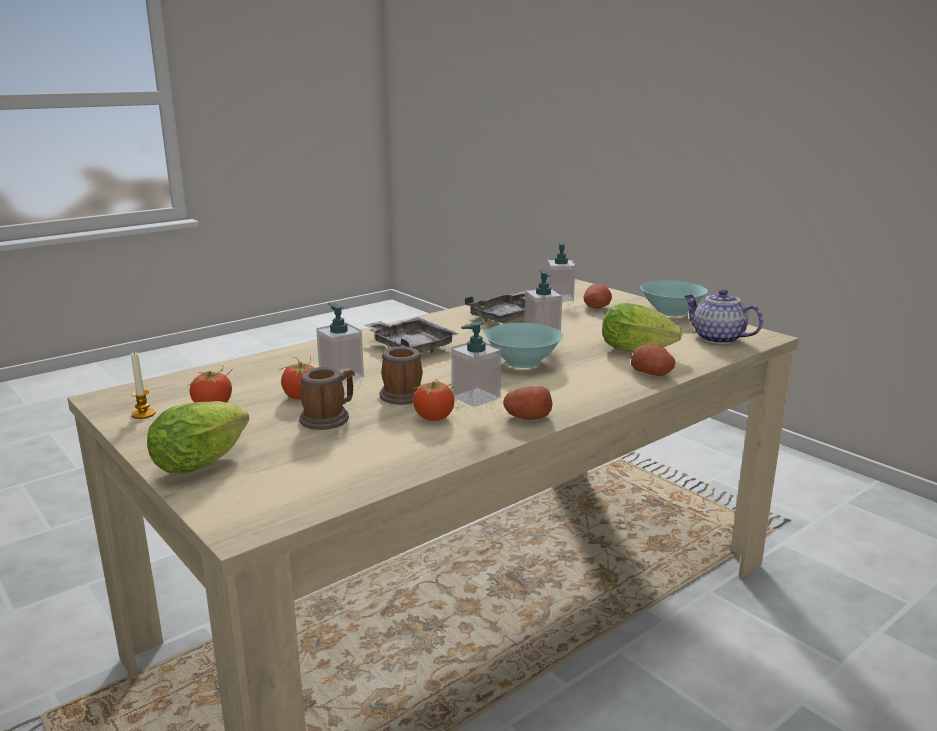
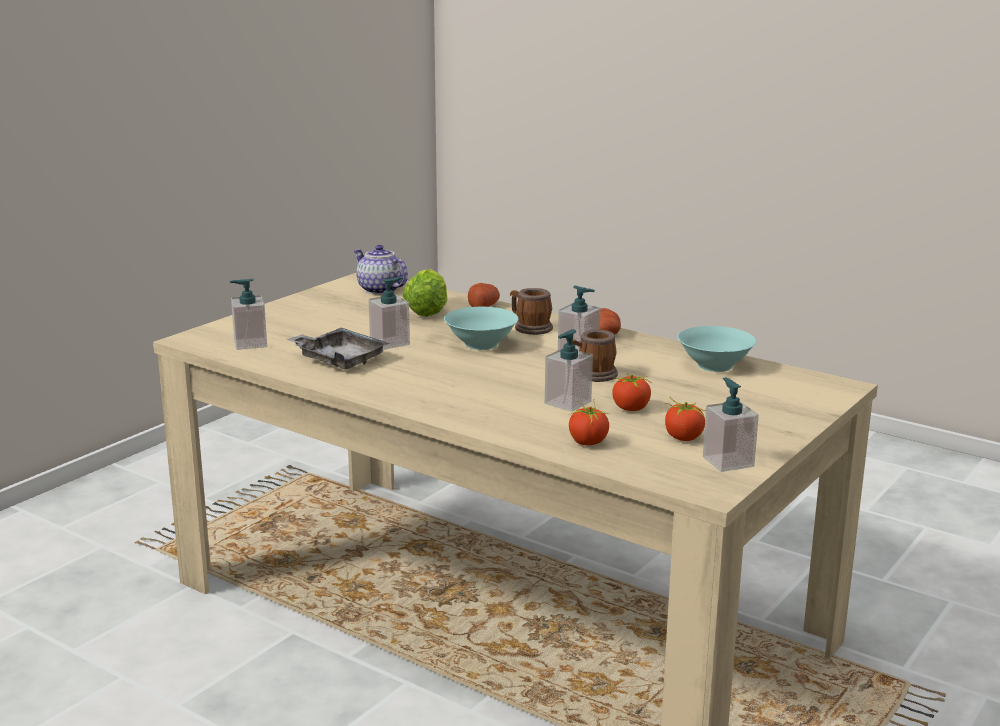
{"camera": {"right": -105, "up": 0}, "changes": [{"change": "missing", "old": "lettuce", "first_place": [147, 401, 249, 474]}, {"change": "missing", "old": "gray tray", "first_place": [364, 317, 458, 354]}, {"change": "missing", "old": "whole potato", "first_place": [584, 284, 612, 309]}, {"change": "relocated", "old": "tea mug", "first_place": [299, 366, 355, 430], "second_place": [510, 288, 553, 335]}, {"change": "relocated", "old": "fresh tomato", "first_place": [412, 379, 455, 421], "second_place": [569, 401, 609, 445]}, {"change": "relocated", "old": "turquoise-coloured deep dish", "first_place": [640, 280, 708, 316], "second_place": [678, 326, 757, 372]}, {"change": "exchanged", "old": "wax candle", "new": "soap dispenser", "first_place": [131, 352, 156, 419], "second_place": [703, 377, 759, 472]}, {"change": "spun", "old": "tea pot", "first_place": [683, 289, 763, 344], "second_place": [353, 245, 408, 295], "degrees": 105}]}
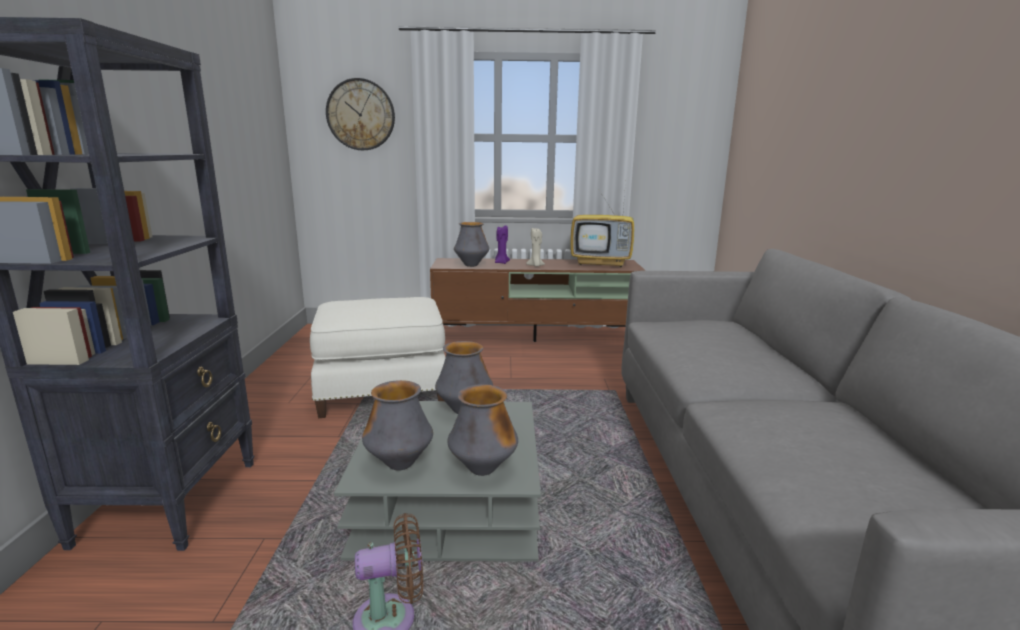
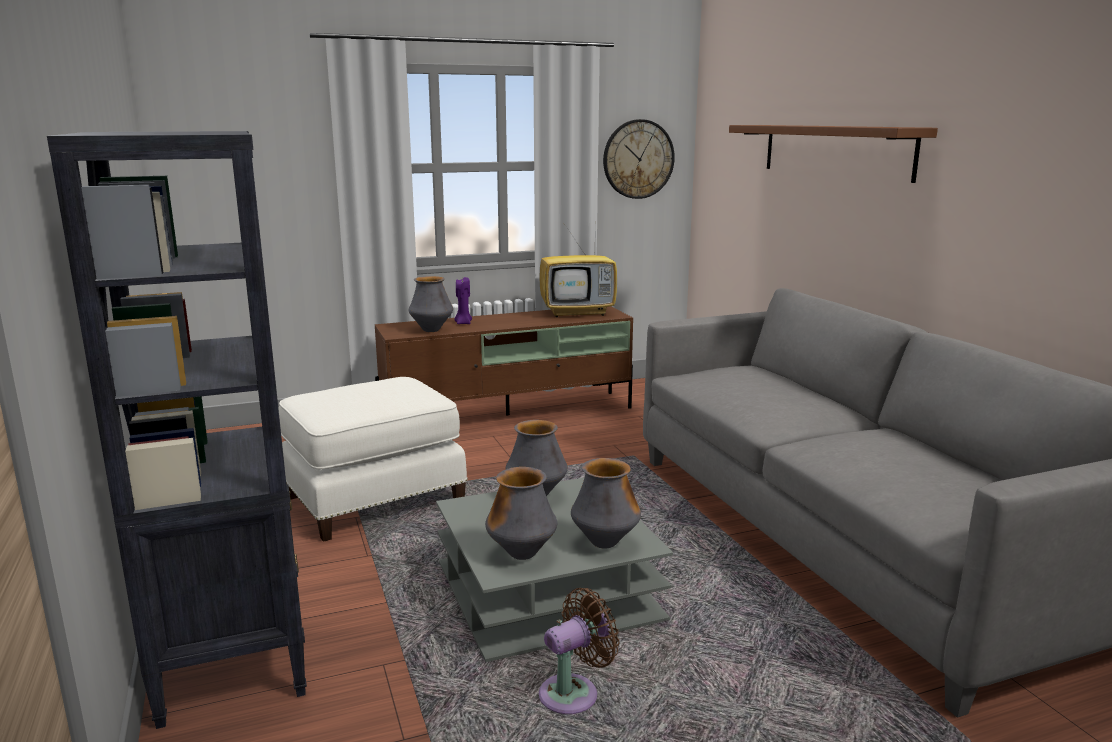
{"camera": {"right": -20, "up": 0}, "changes": [{"change": "missing", "old": "beige wax candle", "first_place": [526, 228, 545, 267]}, {"change": "appeared", "new": "brown wall shelf", "second_place": [729, 125, 938, 183]}, {"change": "relocated", "old": "wall clock", "first_place": [326, 78, 395, 150], "second_place": [603, 119, 675, 199]}]}
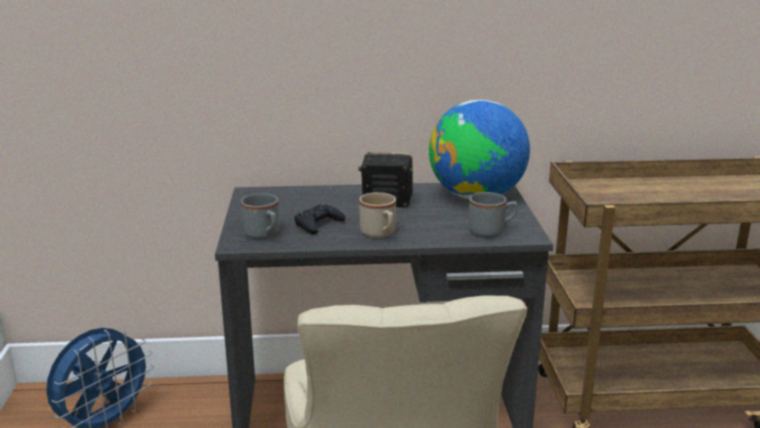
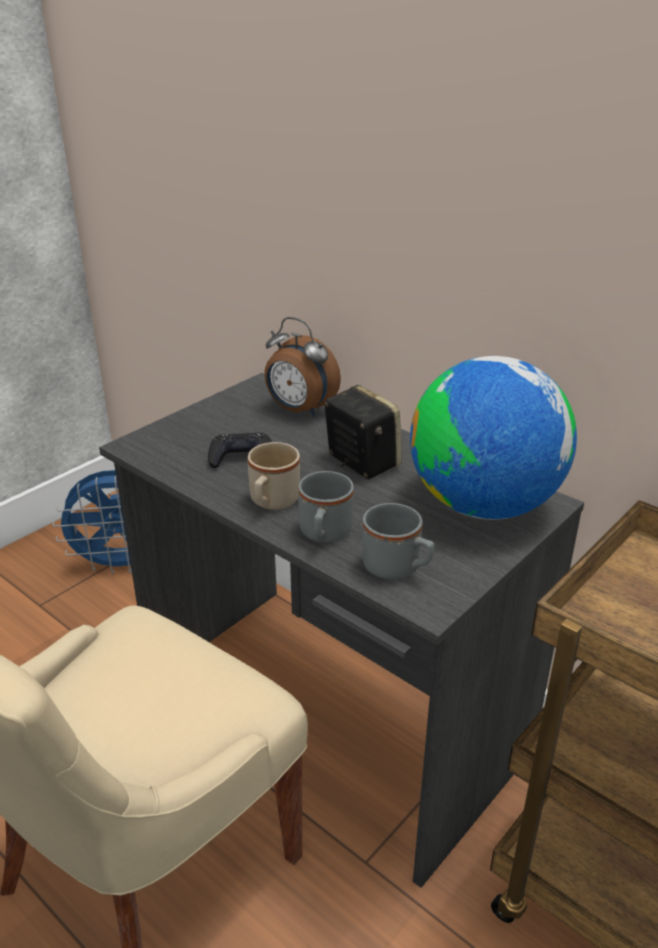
{"camera": {"right": 45, "up": 10}, "changes": [{"change": "appeared", "new": "table clock", "second_place": [264, 317, 341, 417]}, {"change": "relocated", "old": "gray tea mug", "first_place": [241, 193, 279, 239], "second_place": [298, 471, 354, 543]}]}
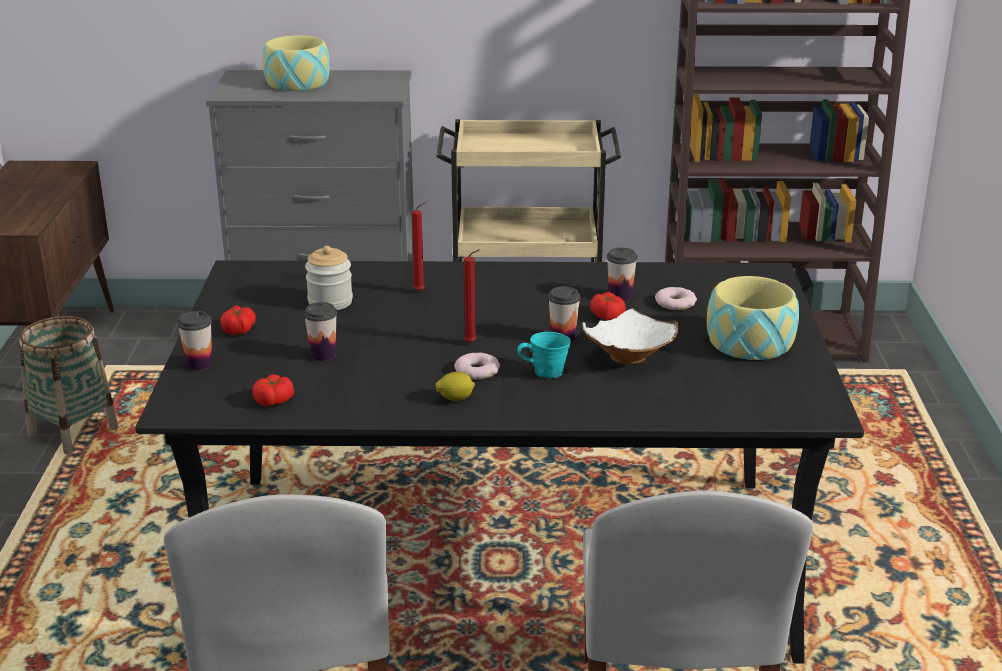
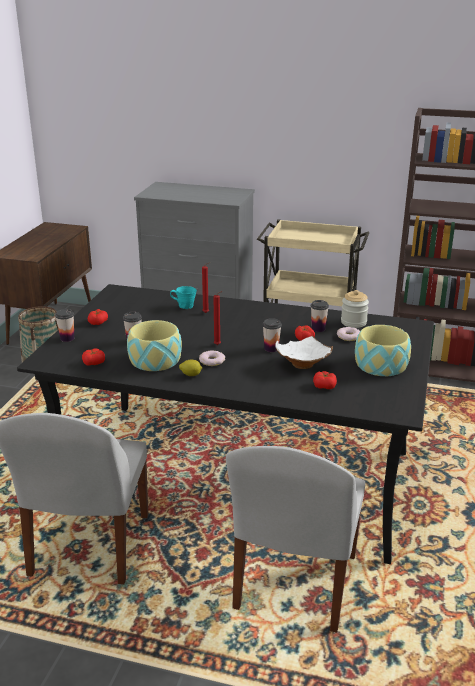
{"camera": {"right": 15, "up": 0}, "changes": [{"change": "appeared", "new": "fresh tomato", "second_place": [313, 371, 337, 389]}, {"change": "relocated", "old": "deep dish", "first_place": [262, 35, 330, 91], "second_place": [127, 320, 182, 371]}, {"change": "relocated", "old": "storage jar", "first_place": [305, 246, 353, 310], "second_place": [341, 290, 369, 328]}, {"change": "relocated", "old": "turquoise-coloured tea mug", "first_place": [517, 332, 571, 379], "second_place": [170, 286, 197, 309]}]}
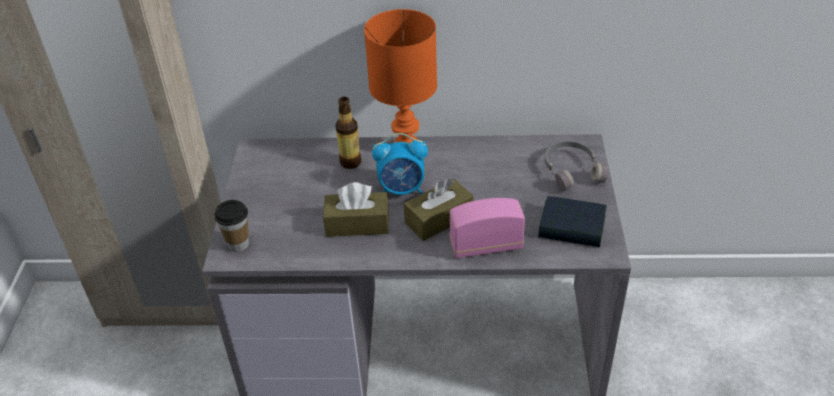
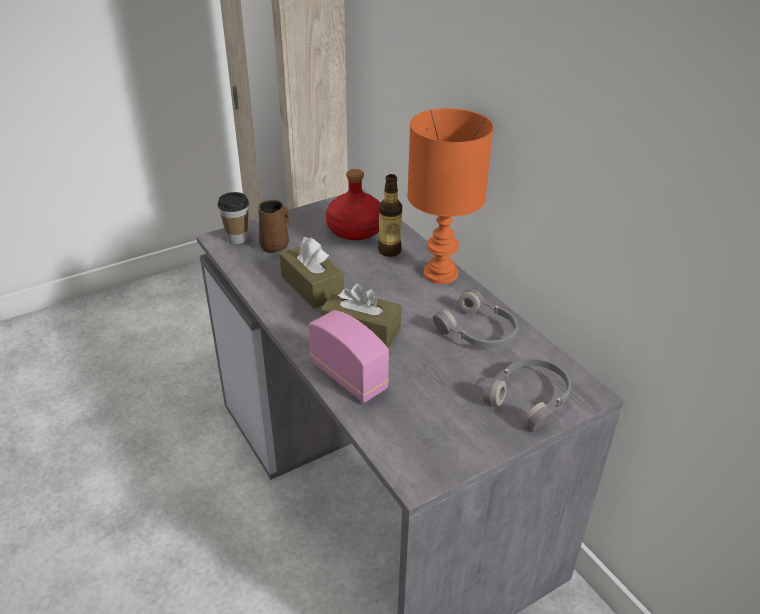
{"camera": {"right": 55, "up": -5}, "changes": [{"change": "missing", "old": "table clock", "first_place": [372, 133, 428, 195]}, {"change": "missing", "old": "book", "first_place": [538, 196, 607, 247]}, {"change": "appeared", "new": "brown tea mug", "second_place": [258, 200, 289, 253]}, {"change": "appeared", "new": "red bottle", "second_place": [326, 169, 381, 240]}, {"change": "appeared", "new": "gray headphones", "second_place": [433, 289, 518, 348]}]}
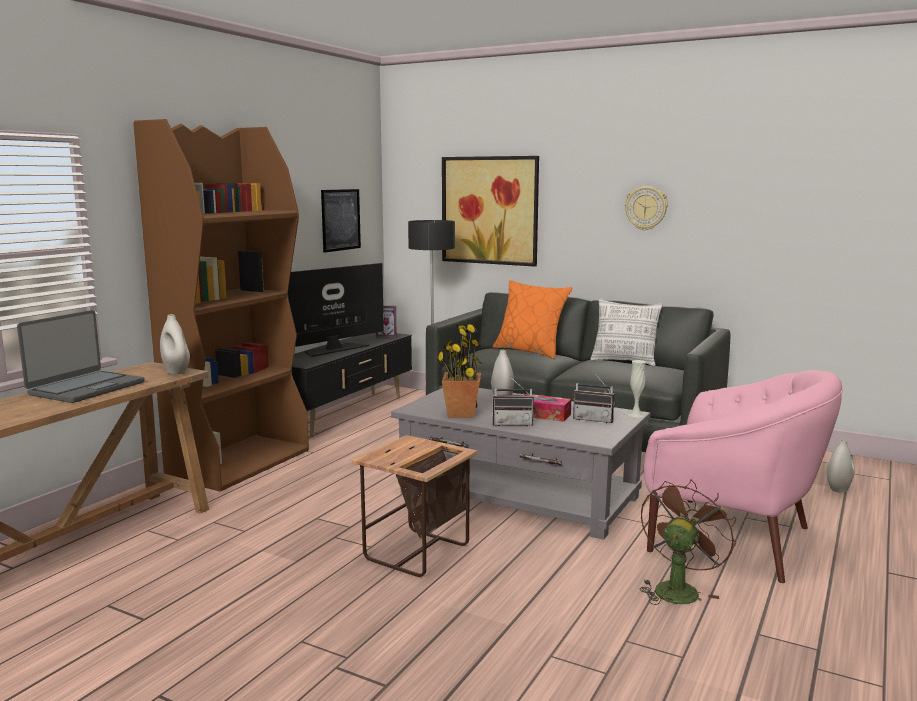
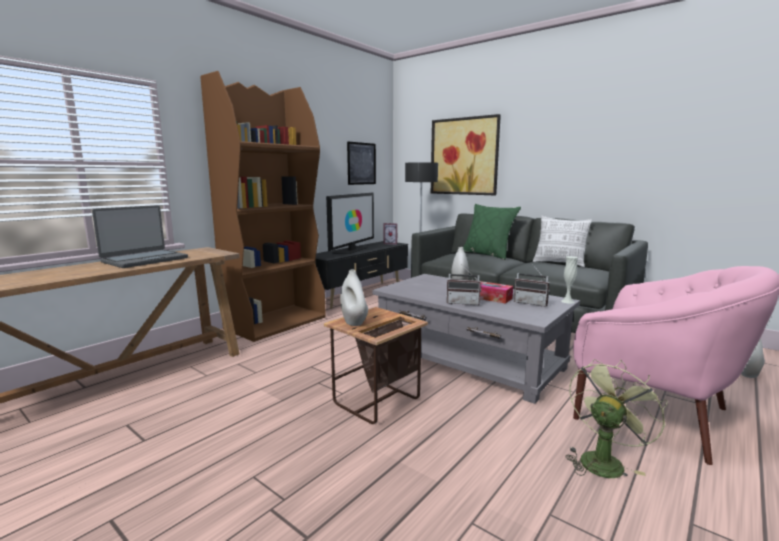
{"camera": {"right": 10, "up": 0}, "changes": [{"change": "missing", "old": "plant in a pot", "first_place": [437, 324, 482, 418]}, {"change": "missing", "old": "wall clock", "first_place": [625, 186, 668, 230]}, {"change": "relocated", "old": "whitish decorative vase", "first_place": [160, 314, 190, 374], "second_place": [340, 270, 368, 326]}, {"change": "colour", "old": "orange cushion", "new": "green cushion", "first_place": [493, 280, 572, 359], "second_place": [463, 204, 521, 260]}, {"change": "colour", "old": "brown fan", "new": "green fan", "first_place": [639, 479, 736, 605], "second_place": [565, 359, 668, 478]}, {"change": "spun", "old": "television", "first_place": [288, 263, 384, 357], "second_place": [326, 192, 374, 254], "degrees": 150}]}
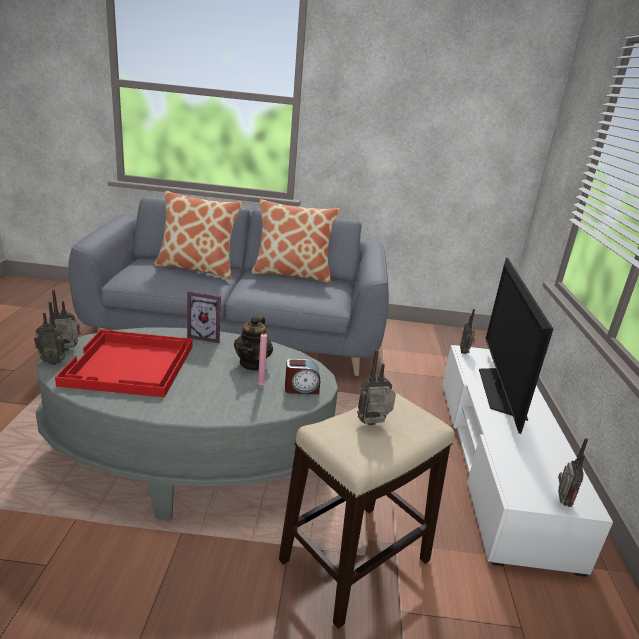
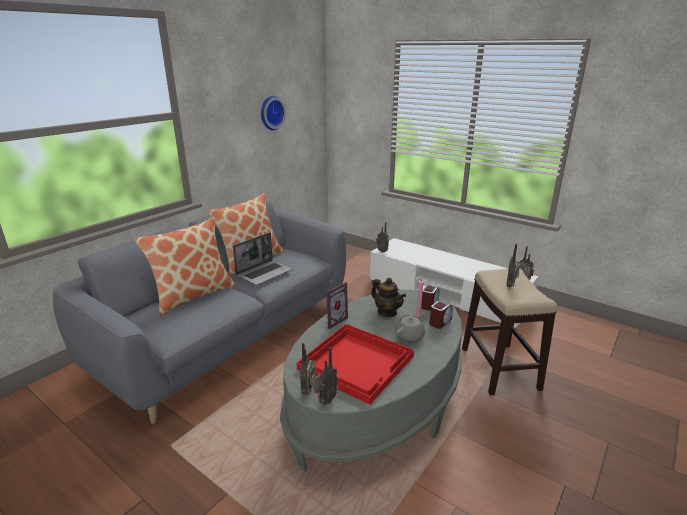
{"camera": {"right": -55, "up": 0}, "changes": [{"change": "missing", "old": "television", "first_place": [479, 258, 553, 434]}, {"change": "appeared", "new": "notebook computer", "second_place": [233, 233, 293, 285]}, {"change": "appeared", "new": "wall clock", "second_place": [261, 96, 286, 130]}, {"change": "appeared", "new": "gray tea pot", "second_place": [395, 311, 426, 342]}, {"change": "appeared", "new": "table clock", "second_place": [429, 301, 453, 329]}]}
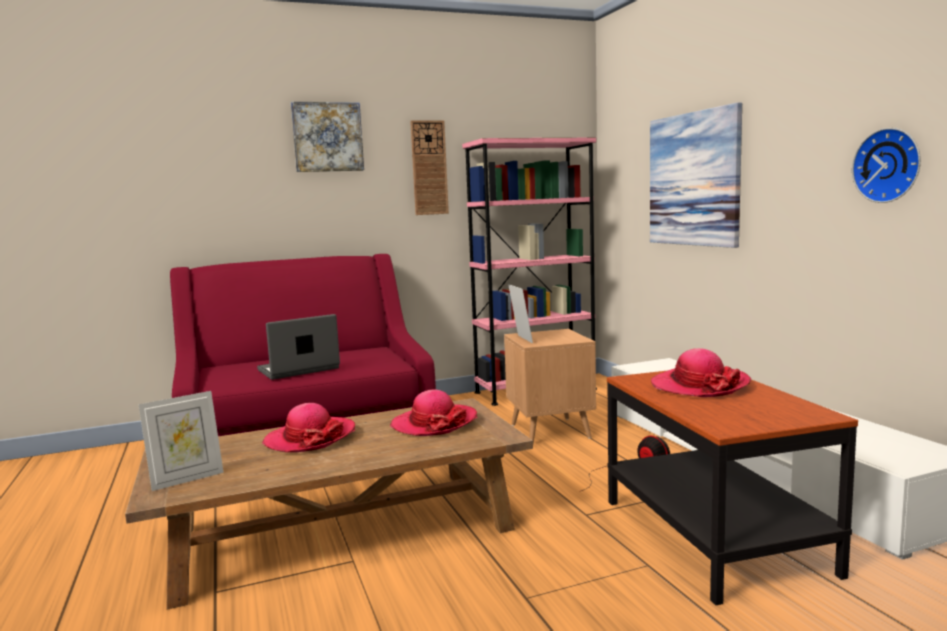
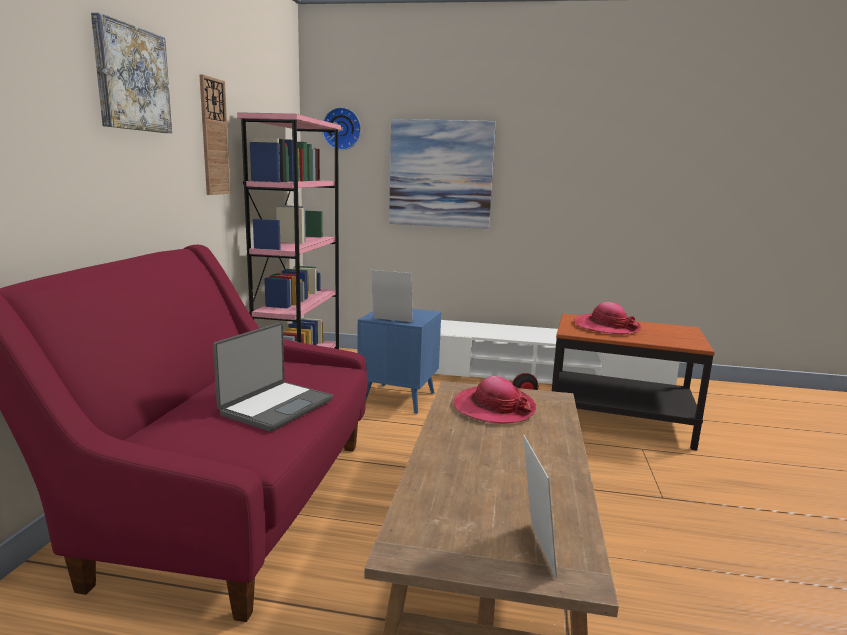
{"camera": {"right": -60, "up": 5}, "changes": [{"change": "missing", "old": "hat", "first_place": [262, 403, 355, 452]}, {"change": "relocated", "old": "wall clock", "first_place": [852, 128, 921, 203], "second_place": [322, 107, 361, 150]}, {"change": "colour", "old": "brown side table", "new": "bluish side table", "first_place": [504, 329, 596, 444], "second_place": [357, 309, 441, 414]}, {"change": "spun", "old": "notebook computer", "first_place": [257, 314, 340, 380], "second_place": [213, 323, 333, 432], "degrees": -150}]}
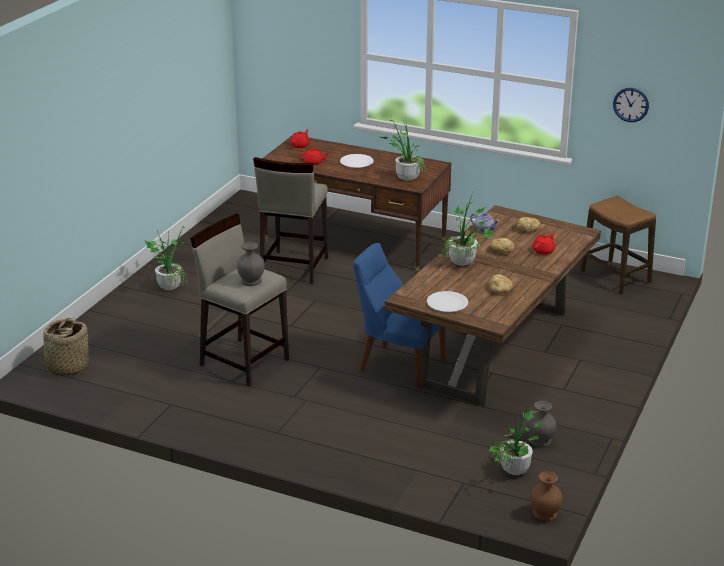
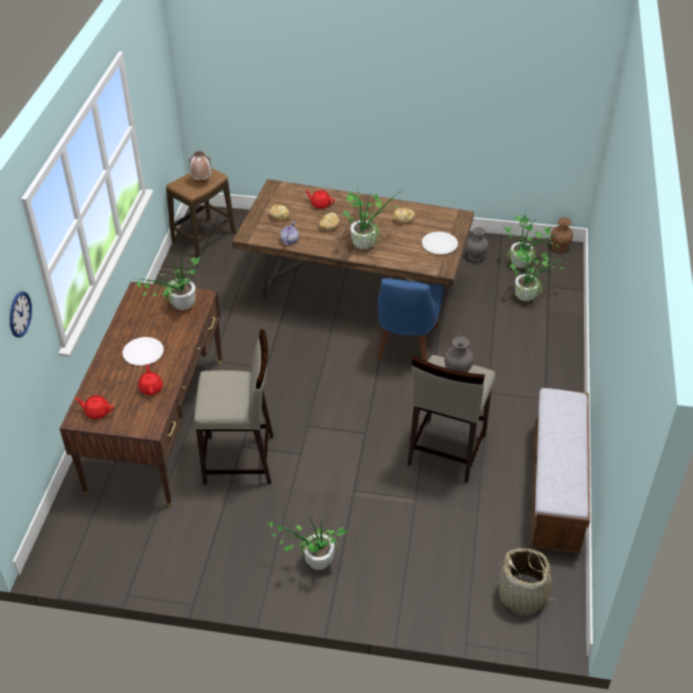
{"camera": {"right": -105, "up": 15}, "changes": [{"change": "appeared", "new": "decorative vase", "second_place": [189, 151, 211, 182]}, {"change": "appeared", "new": "plant in a pot", "second_place": [508, 246, 572, 303]}, {"change": "appeared", "new": "bench", "second_place": [530, 388, 590, 554]}, {"change": "relocated", "old": "wall clock", "first_place": [613, 88, 649, 122], "second_place": [10, 291, 32, 338]}]}
